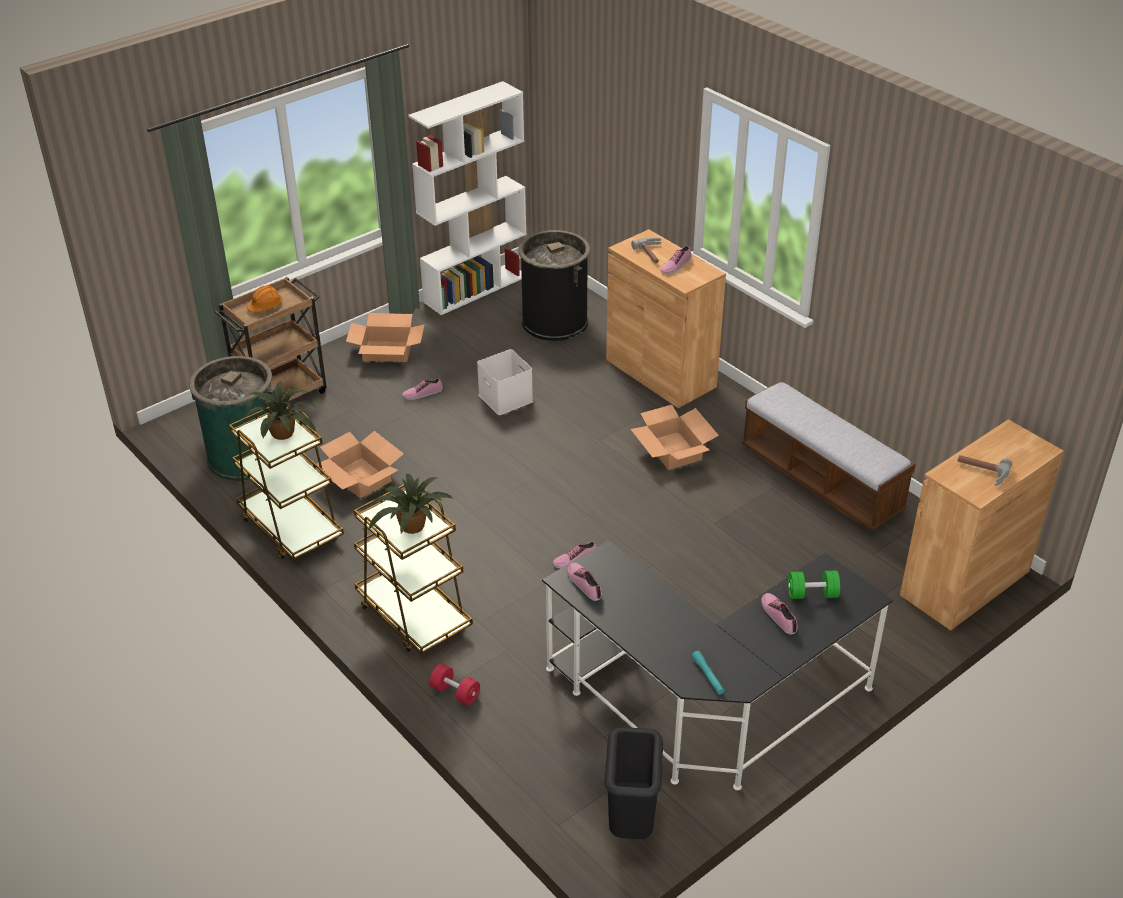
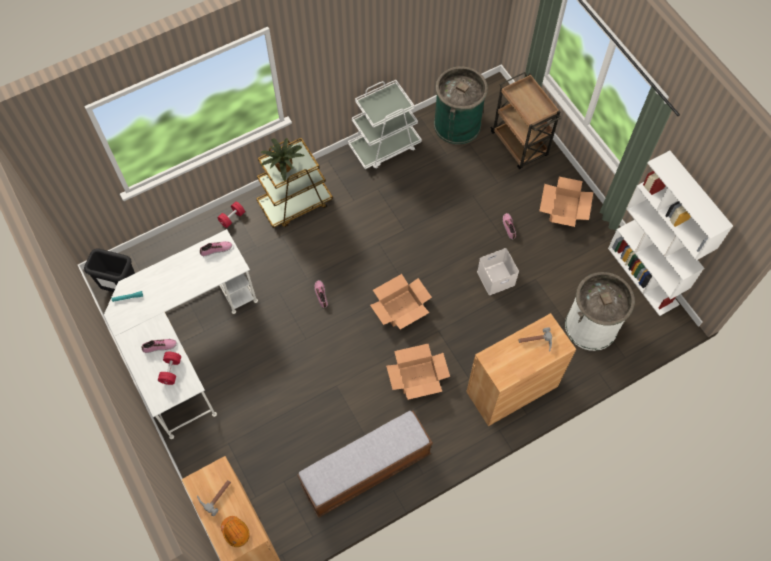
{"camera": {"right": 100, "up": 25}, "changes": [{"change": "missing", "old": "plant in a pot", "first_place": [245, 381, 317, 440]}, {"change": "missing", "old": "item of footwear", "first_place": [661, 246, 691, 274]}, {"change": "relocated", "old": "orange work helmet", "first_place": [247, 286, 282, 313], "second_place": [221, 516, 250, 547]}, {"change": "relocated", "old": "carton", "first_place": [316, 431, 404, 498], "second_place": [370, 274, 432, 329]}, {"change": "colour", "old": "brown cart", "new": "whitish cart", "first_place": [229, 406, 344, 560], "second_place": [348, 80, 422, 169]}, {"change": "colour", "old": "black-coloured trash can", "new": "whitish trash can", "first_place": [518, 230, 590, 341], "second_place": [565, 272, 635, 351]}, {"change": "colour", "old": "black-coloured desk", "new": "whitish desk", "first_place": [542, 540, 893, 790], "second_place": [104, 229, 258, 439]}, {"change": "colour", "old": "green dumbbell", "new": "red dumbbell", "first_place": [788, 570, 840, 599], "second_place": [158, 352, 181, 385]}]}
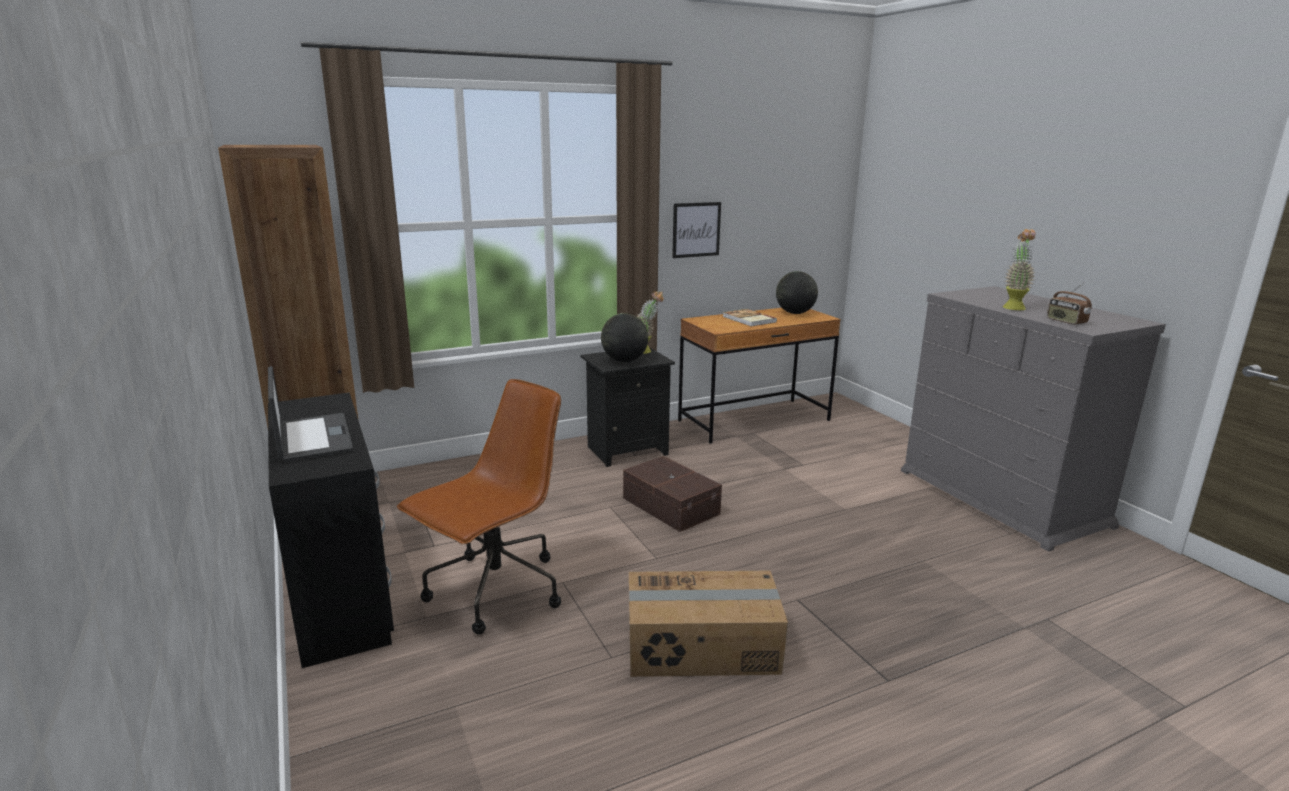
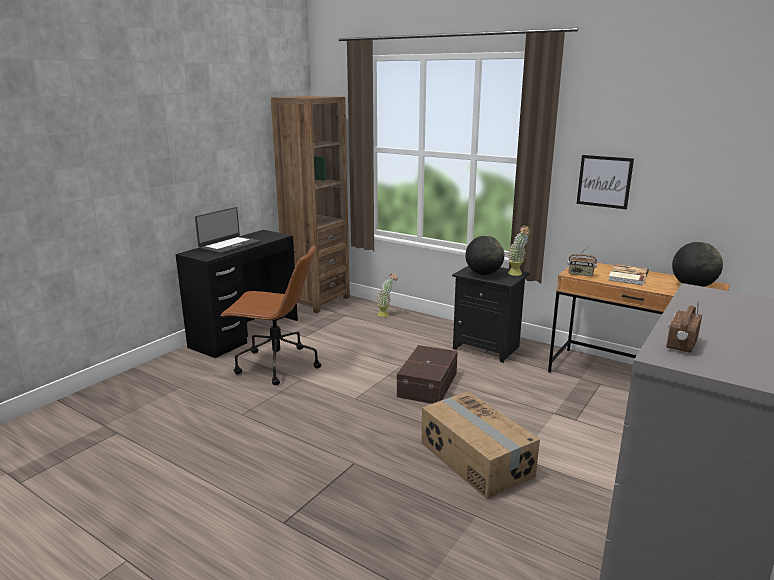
{"camera": {"right": 60, "up": 0}, "changes": [{"change": "appeared", "new": "radio", "second_place": [568, 247, 597, 276]}, {"change": "relocated", "old": "carton", "first_place": [629, 571, 788, 677], "second_place": [422, 392, 540, 499]}, {"change": "relocated", "old": "plant in a pot", "first_place": [1003, 229, 1036, 310], "second_place": [376, 274, 398, 317]}]}
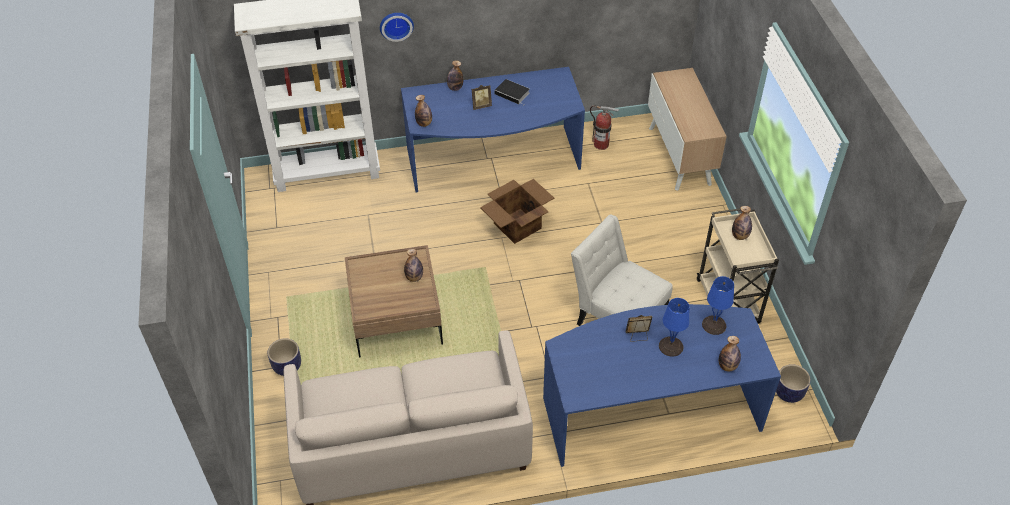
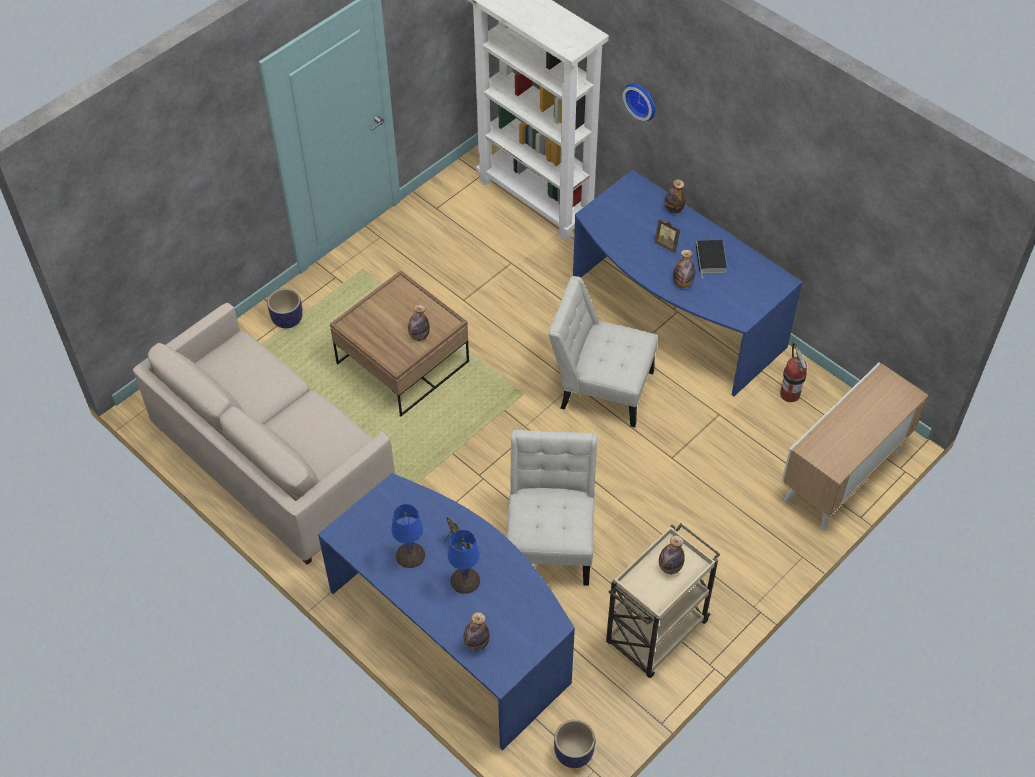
{"camera": {"right": 55, "up": 5}, "changes": [{"change": "relocated", "old": "bottle", "first_place": [415, 95, 432, 127], "second_place": [673, 250, 696, 288]}, {"change": "relocated", "old": "bluish table lamp", "first_place": [702, 276, 734, 335], "second_place": [392, 504, 425, 568]}, {"change": "exchanged", "old": "carton", "new": "whitish plain chair", "first_place": [480, 179, 555, 244], "second_place": [548, 276, 658, 427]}]}
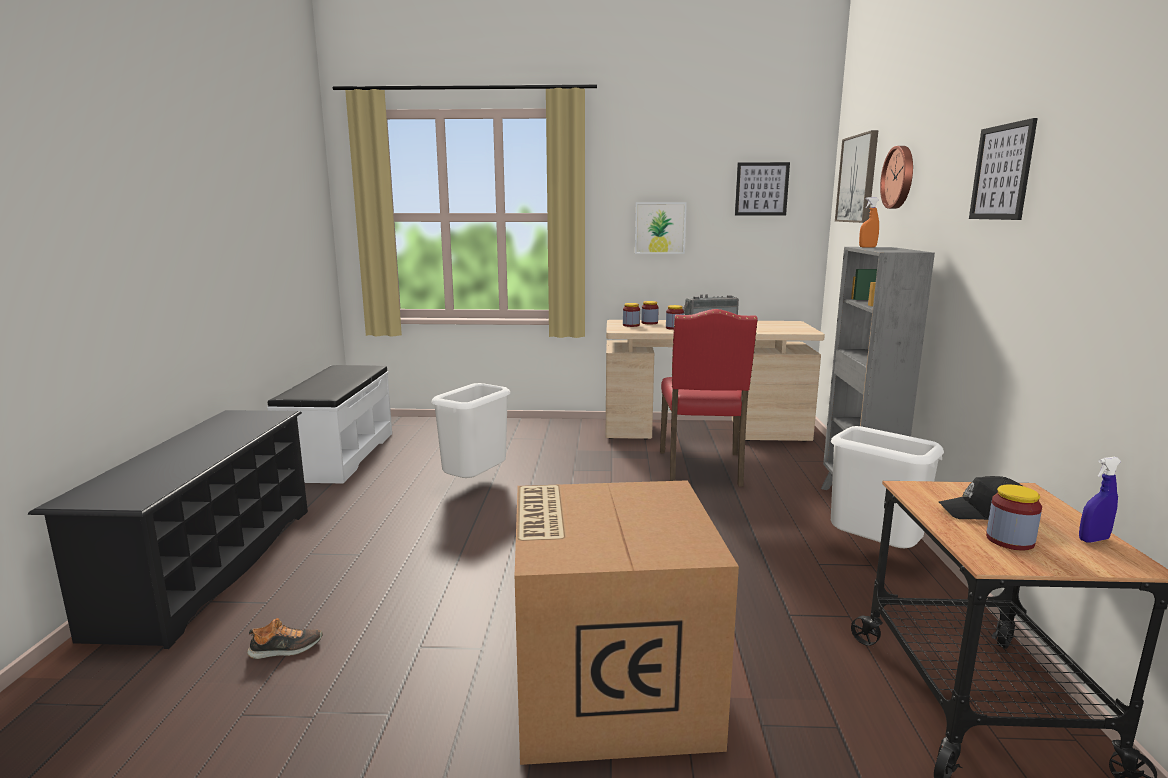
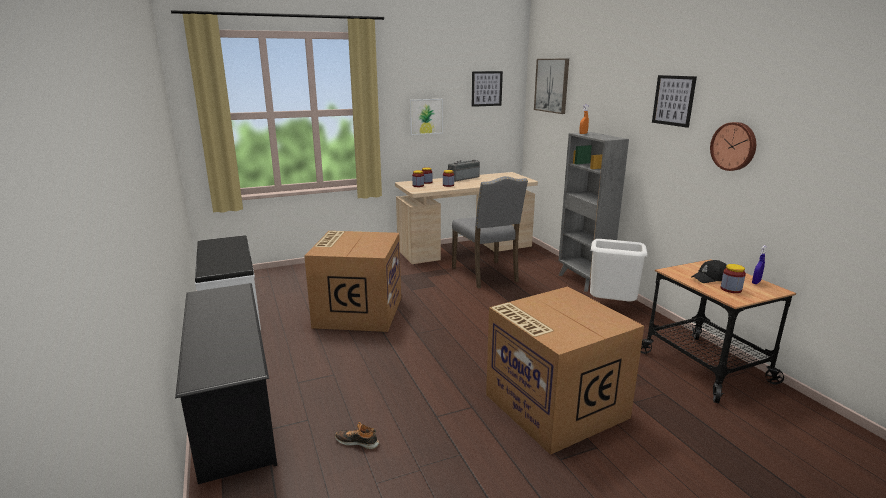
{"camera": {"right": -25, "up": 5}, "changes": [{"change": "relocated", "old": "wall clock", "first_place": [880, 146, 913, 209], "second_place": [710, 122, 756, 171]}, {"change": "exchanged", "old": "whitish trash can", "new": "carton", "first_place": [431, 383, 510, 478], "second_place": [304, 231, 401, 332]}, {"change": "colour", "old": "red plain chair", "new": "gray plain chair", "first_place": [660, 309, 758, 487], "second_place": [452, 176, 528, 288]}, {"change": "spun", "old": "item of footwear", "first_place": [247, 618, 323, 659], "second_place": [335, 422, 379, 449], "degrees": -120}]}
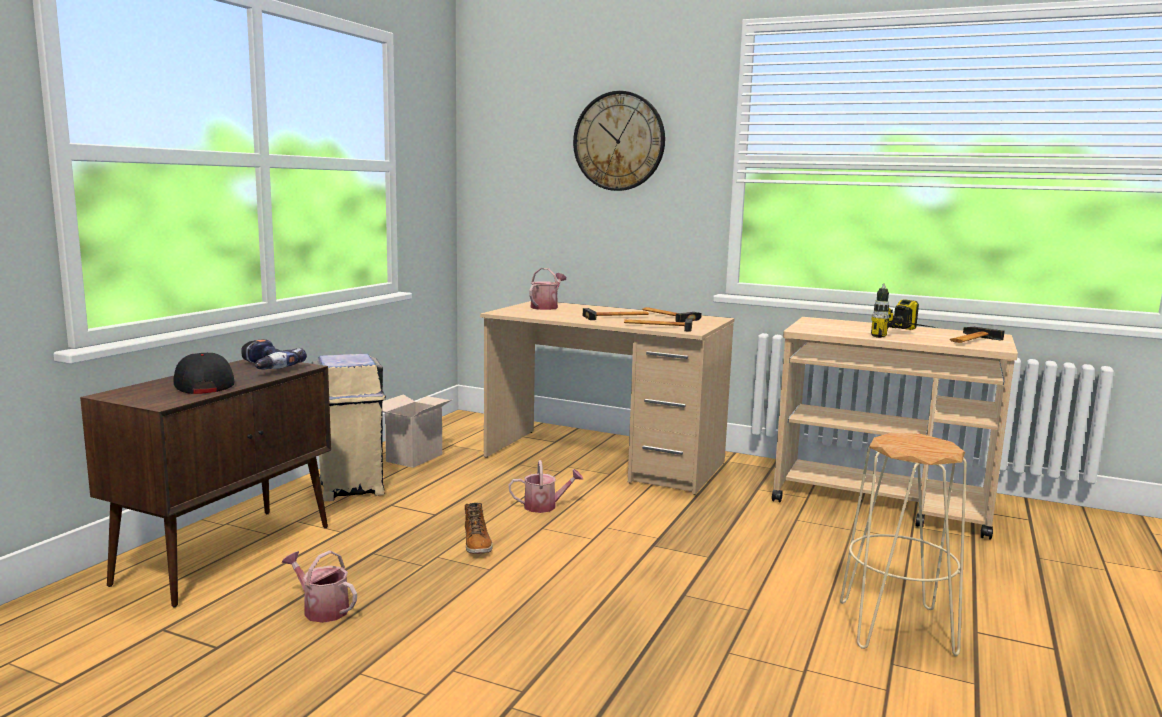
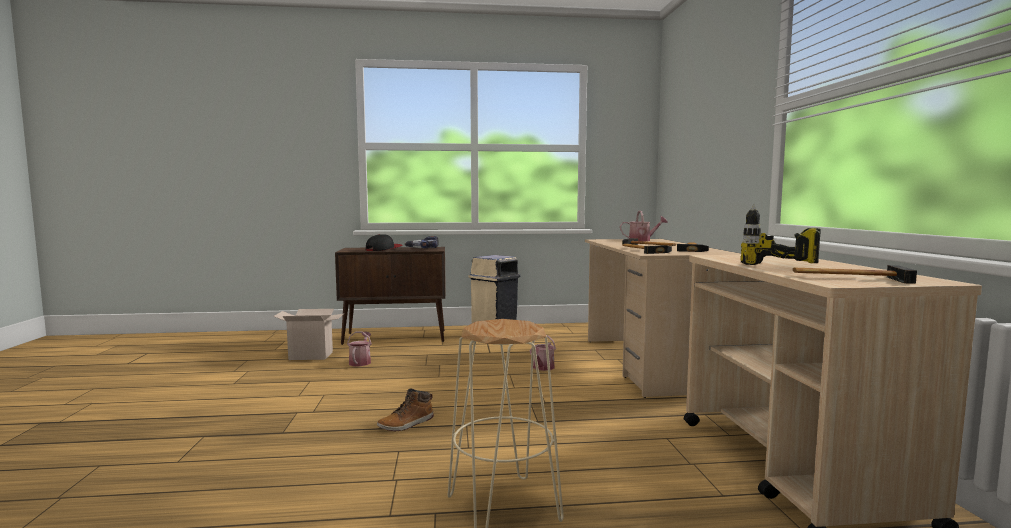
{"camera": {"right": 60, "up": -5}, "changes": [{"change": "missing", "old": "wall clock", "first_place": [573, 91, 665, 191]}, {"change": "relocated", "old": "carton", "first_place": [382, 394, 453, 468], "second_place": [273, 309, 344, 360]}, {"change": "relocated", "old": "boot", "first_place": [465, 503, 493, 554], "second_place": [377, 388, 434, 431]}, {"change": "spun", "old": "watering pot", "first_place": [509, 460, 583, 513], "second_place": [530, 335, 556, 371], "degrees": 60}]}
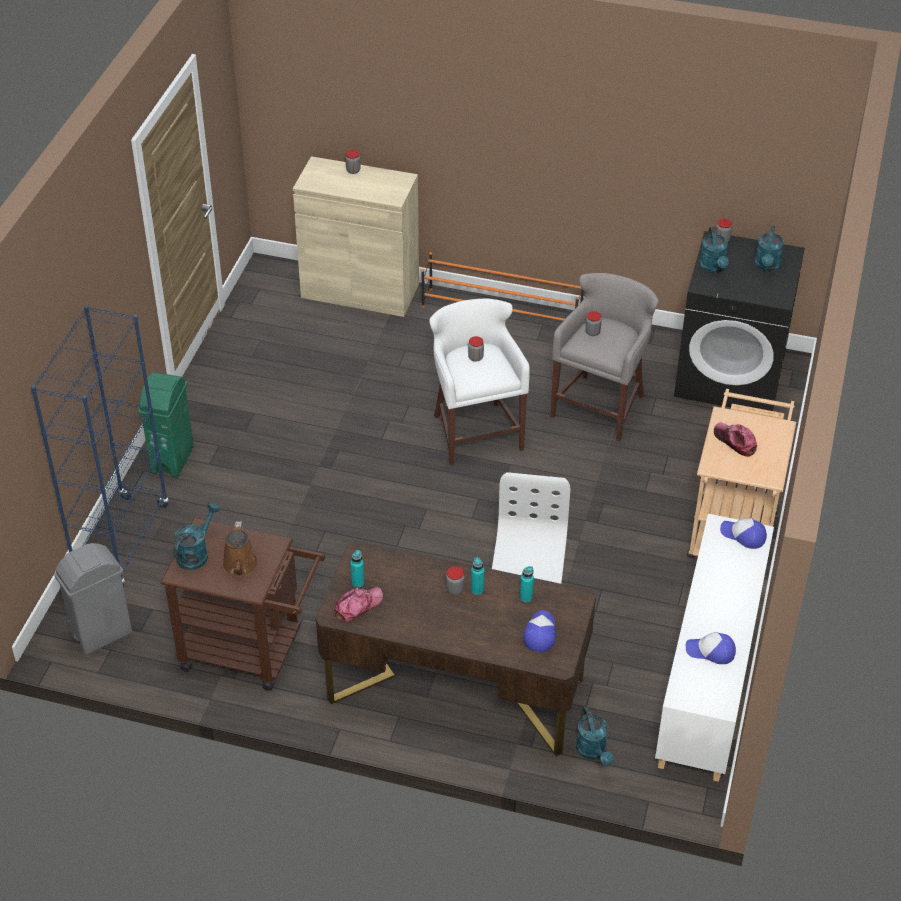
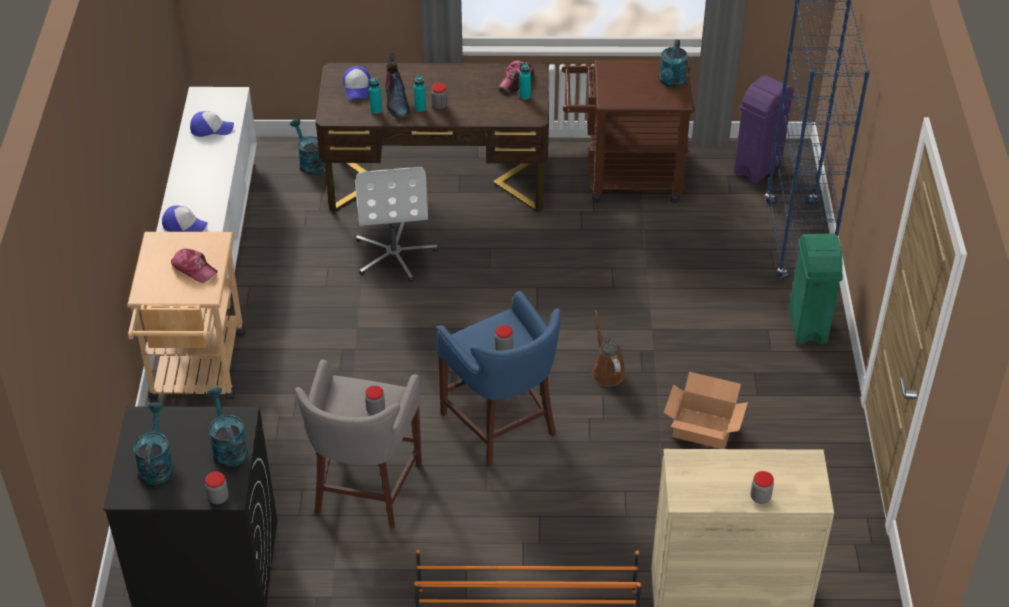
{"camera": {"right": 165, "up": 0}, "changes": [{"change": "appeared", "new": "boot", "second_place": [385, 53, 410, 118]}, {"change": "appeared", "new": "carton", "second_place": [664, 372, 748, 449]}, {"change": "relocated", "old": "brown watering pot", "first_place": [222, 521, 258, 577], "second_place": [592, 310, 626, 387]}, {"change": "colour", "old": "gray trash can", "new": "purple trash can", "first_place": [54, 543, 132, 655], "second_place": [734, 75, 795, 184]}, {"change": "colour", "old": "whitish stool", "new": "bluish stool", "first_place": [429, 299, 530, 466], "second_place": [436, 291, 560, 467]}]}
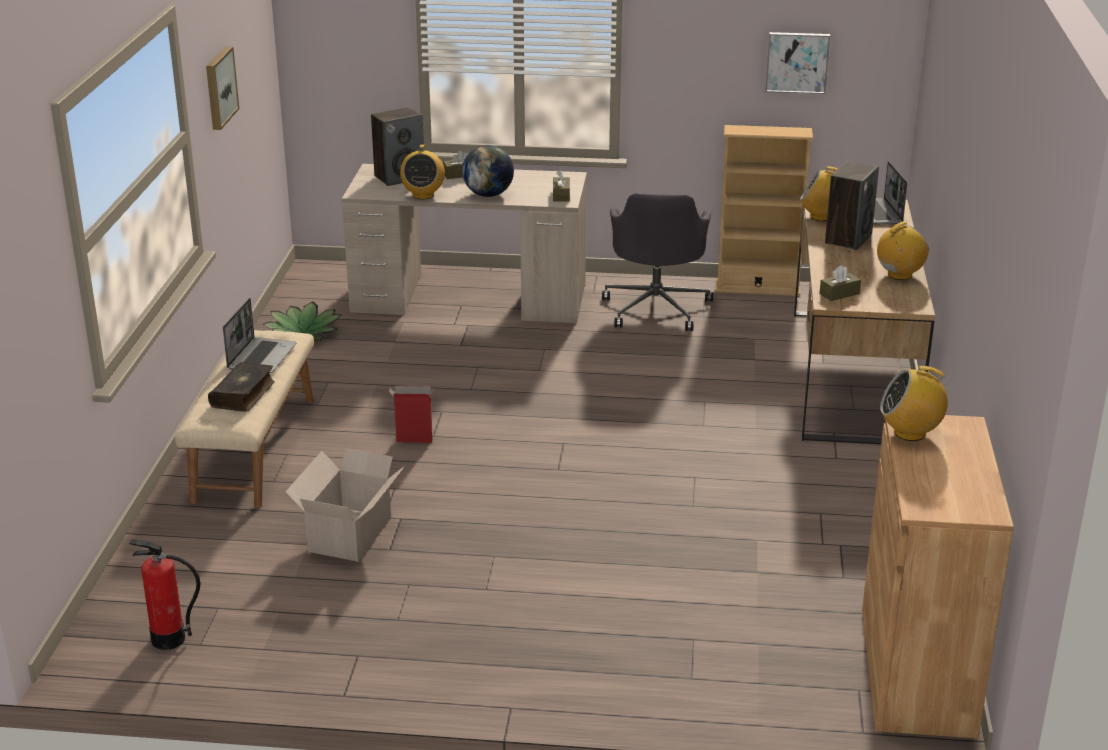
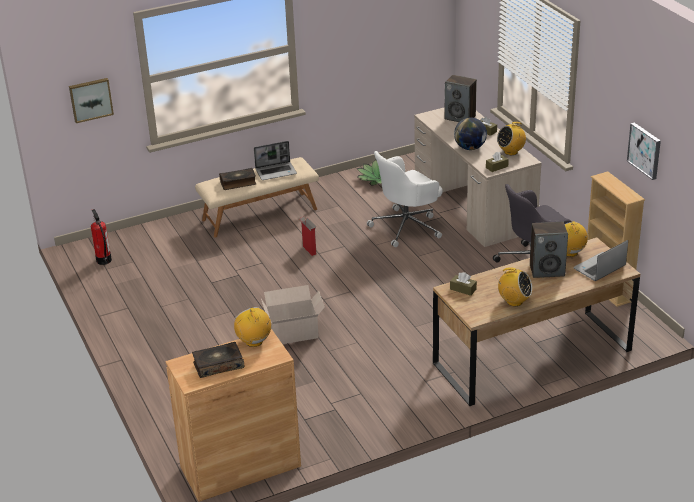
{"camera": {"right": 60, "up": 5}, "changes": [{"change": "appeared", "new": "book", "second_place": [192, 342, 245, 378]}, {"change": "appeared", "new": "whitish desk chair", "second_place": [367, 151, 443, 247]}, {"change": "relocated", "old": "picture", "first_place": [206, 47, 239, 130], "second_place": [69, 78, 114, 123]}, {"change": "relocated", "old": "carton", "first_place": [286, 448, 405, 562], "second_place": [261, 285, 325, 344]}, {"change": "relocated", "old": "radio", "first_place": [400, 144, 445, 200], "second_place": [497, 121, 526, 155]}]}
